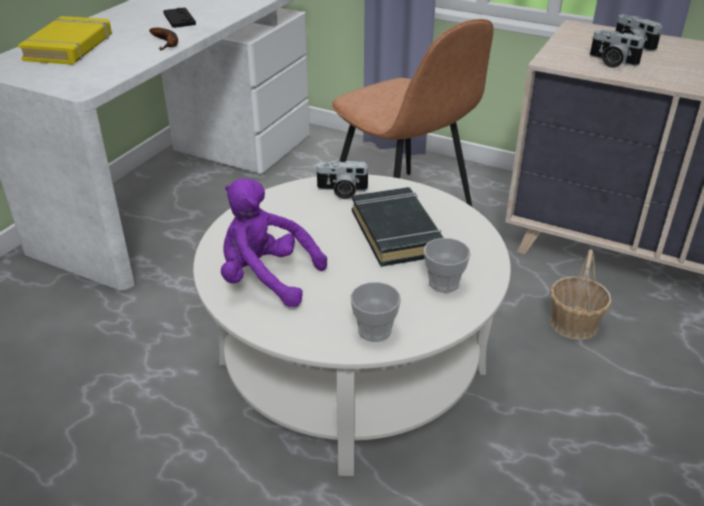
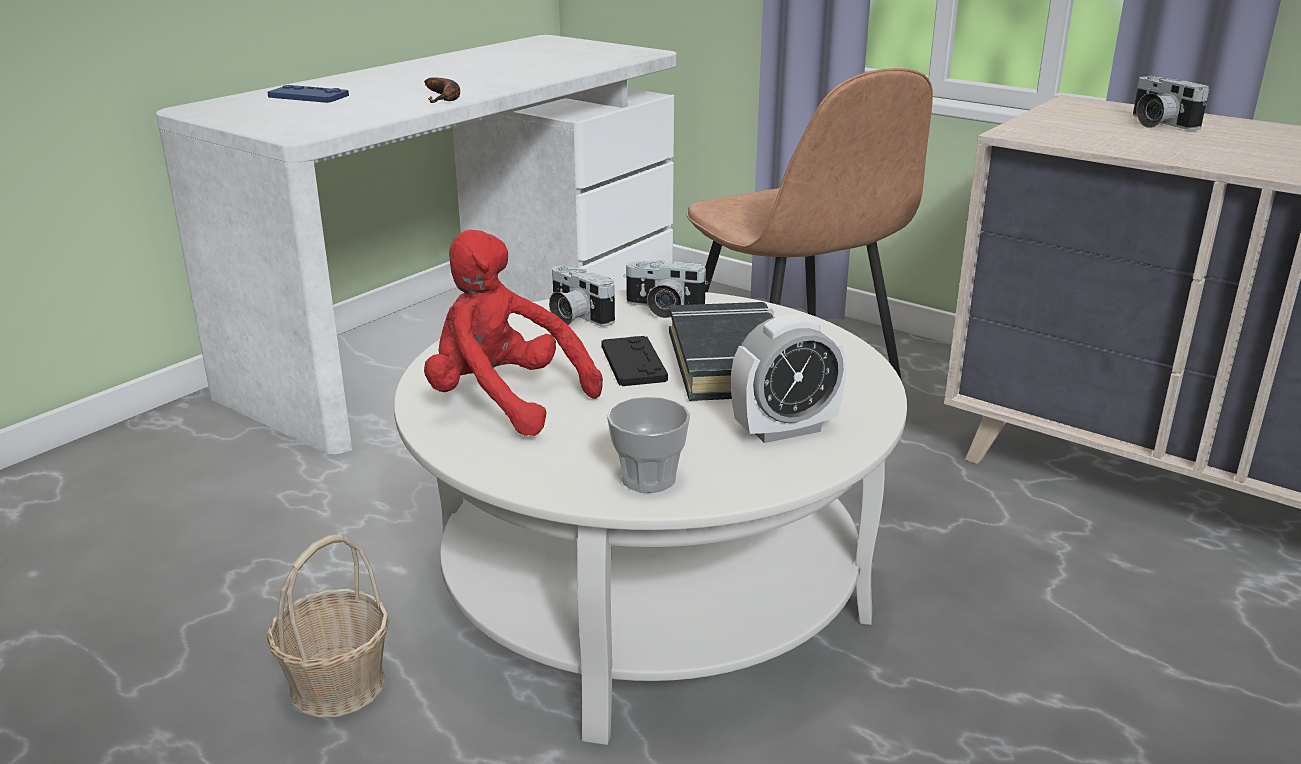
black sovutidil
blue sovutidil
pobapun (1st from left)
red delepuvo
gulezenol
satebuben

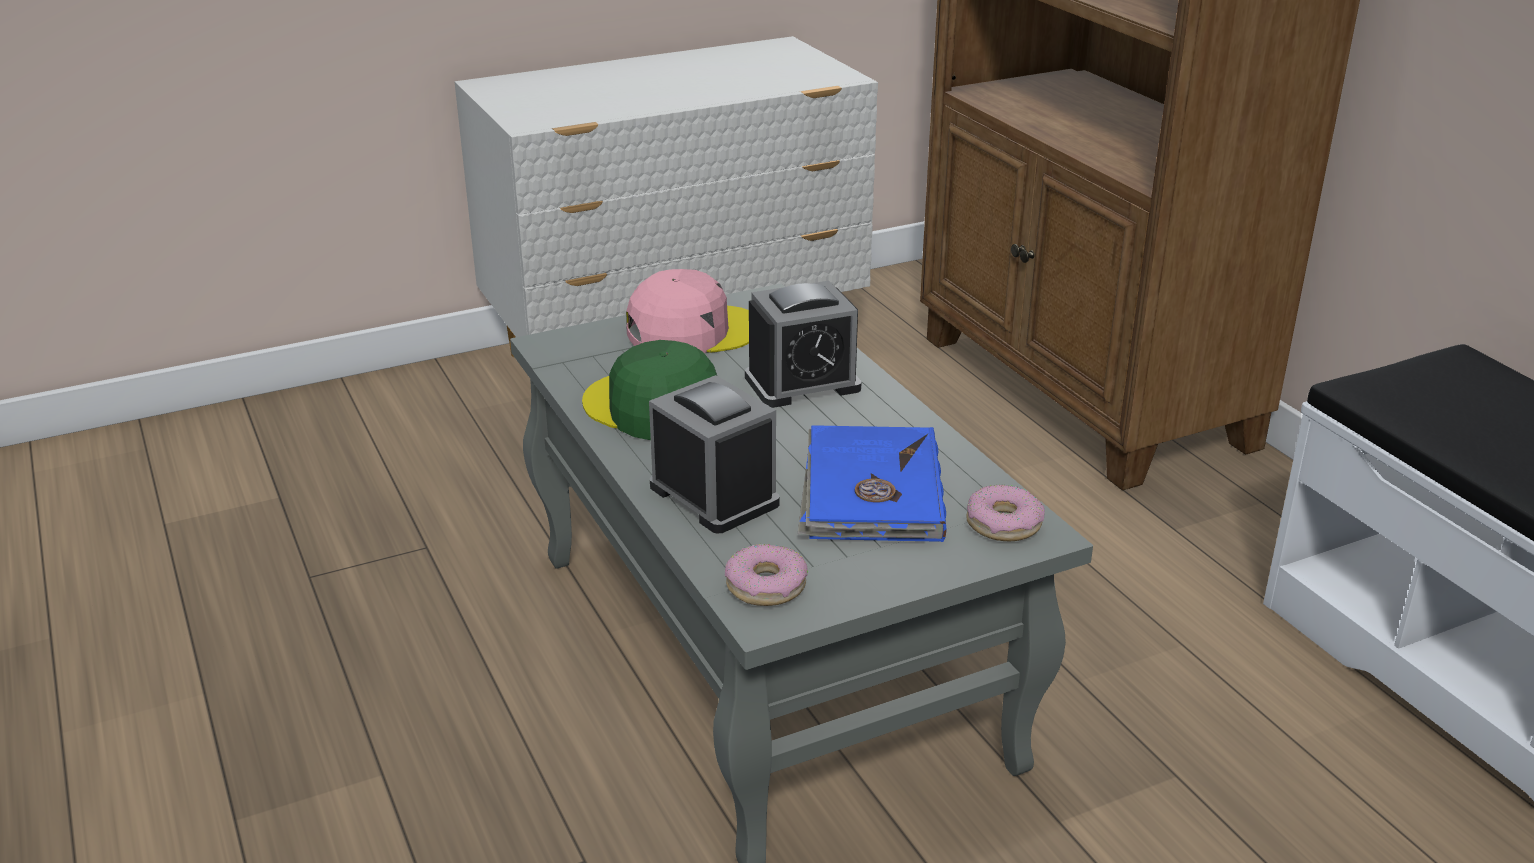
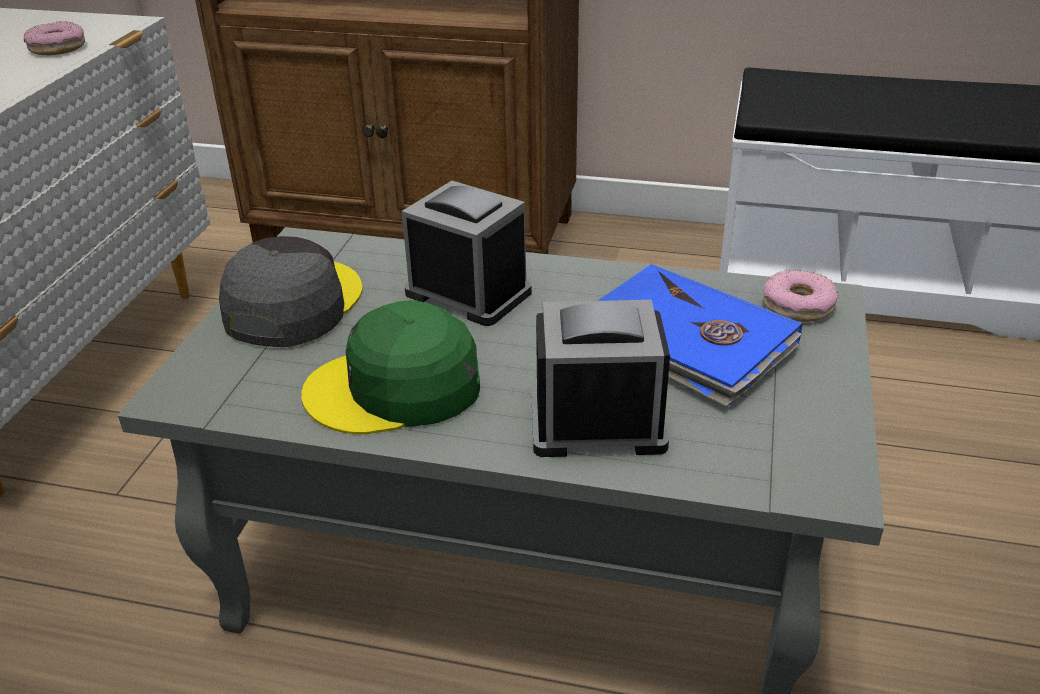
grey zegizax
gulezenol (1st from left)
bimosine (1st from left)

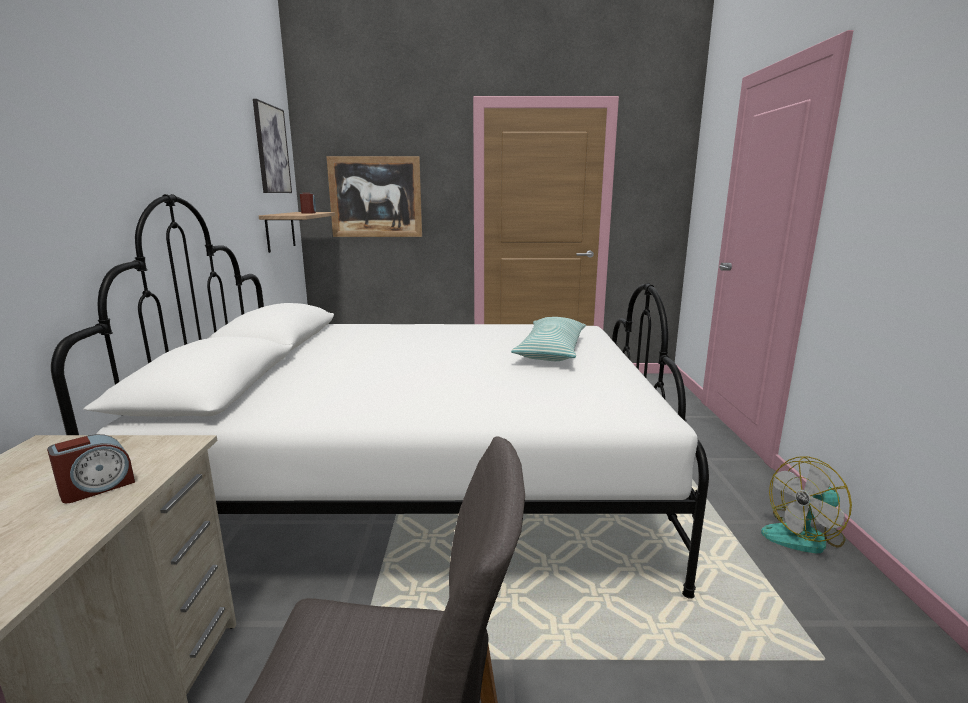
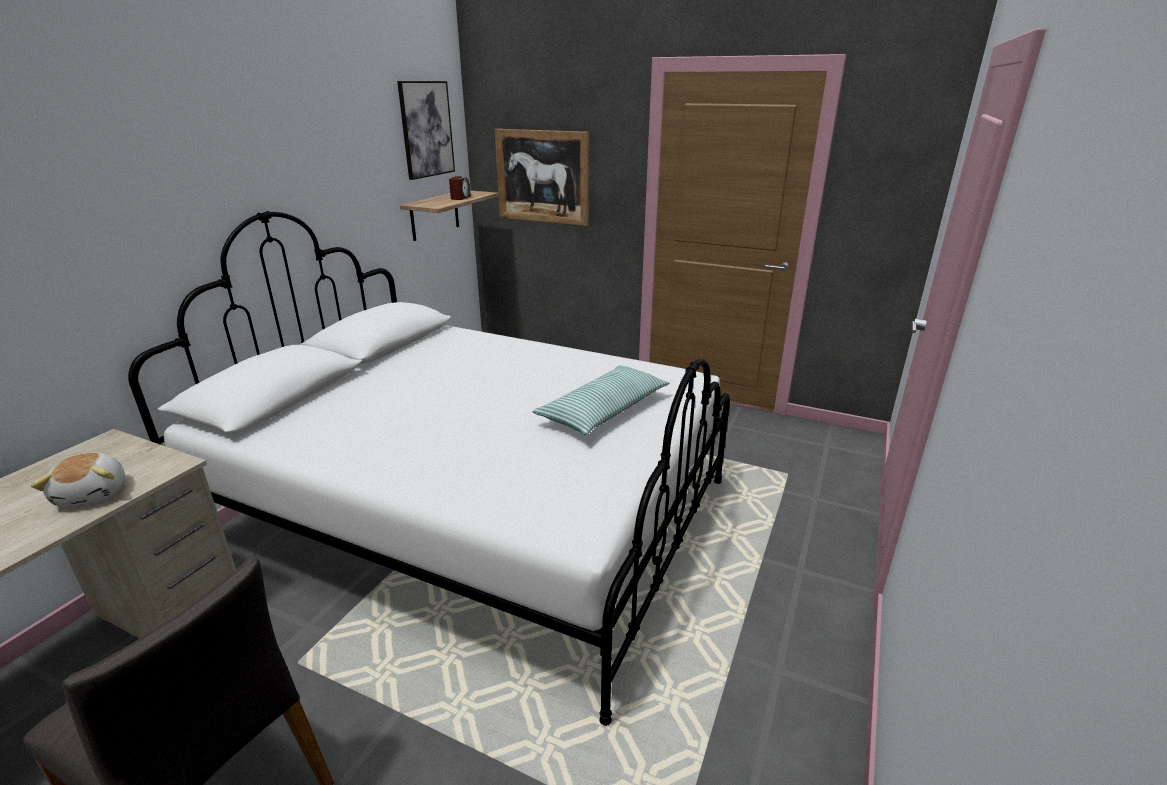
delepuvo
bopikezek

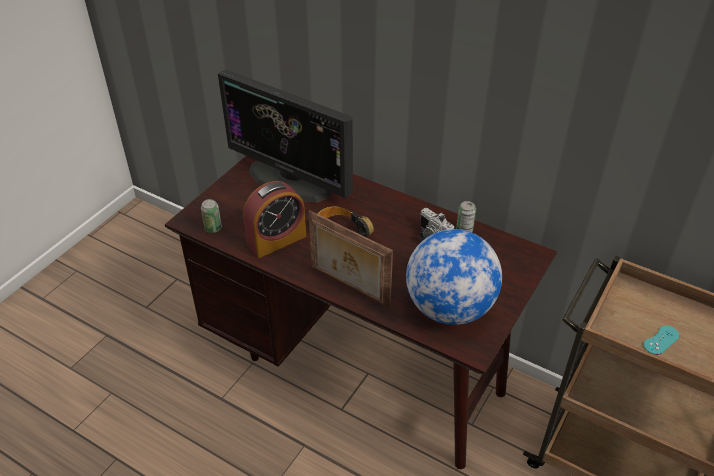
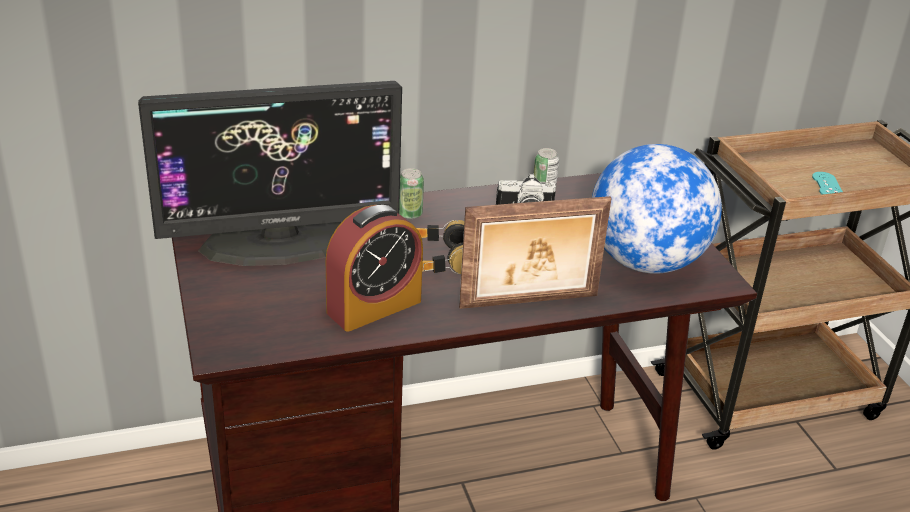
gulezenol
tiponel (1st from left)

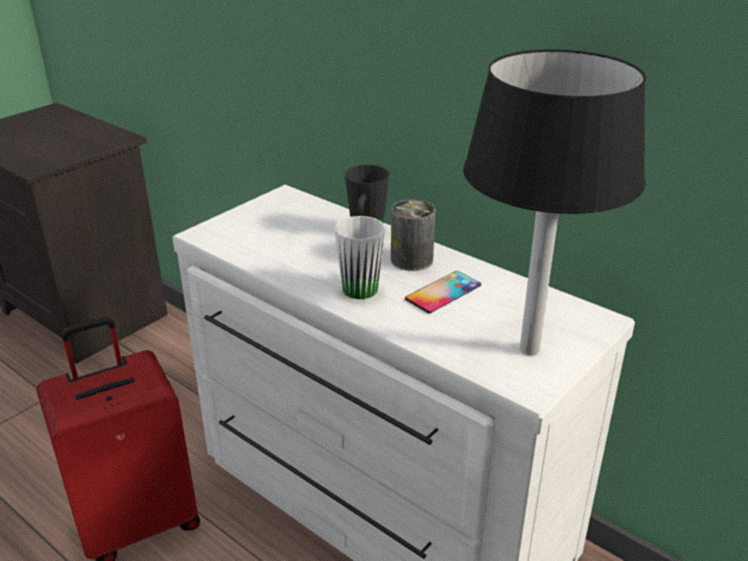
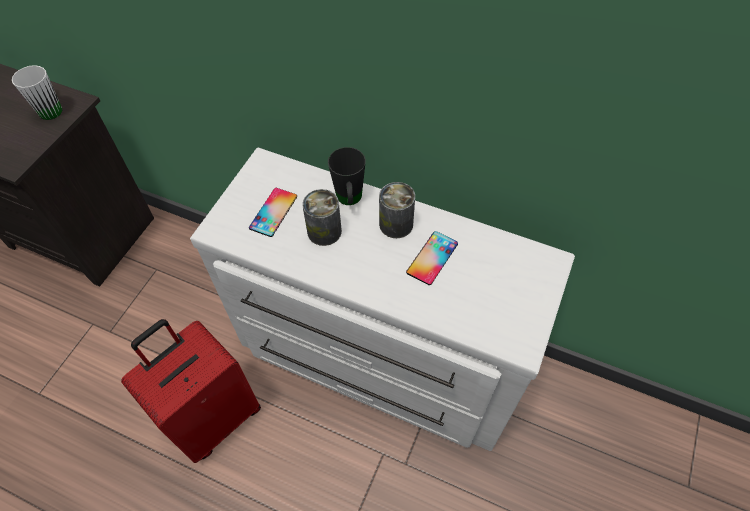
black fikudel
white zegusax
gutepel (1st from left)
tiponel (1st from left)

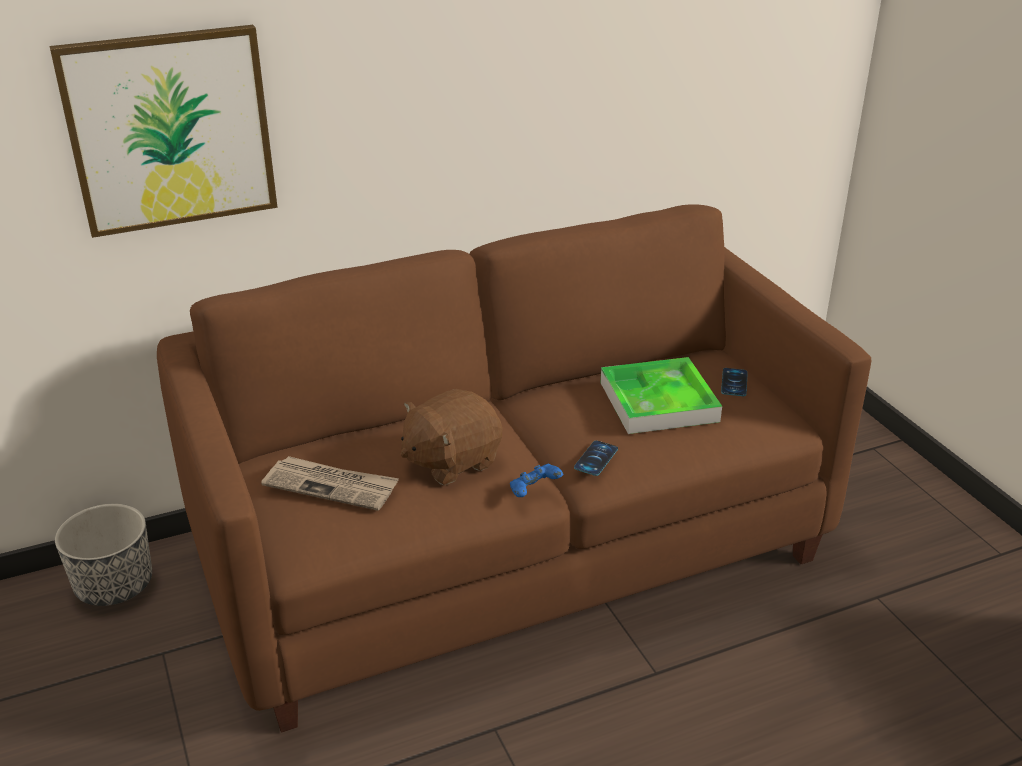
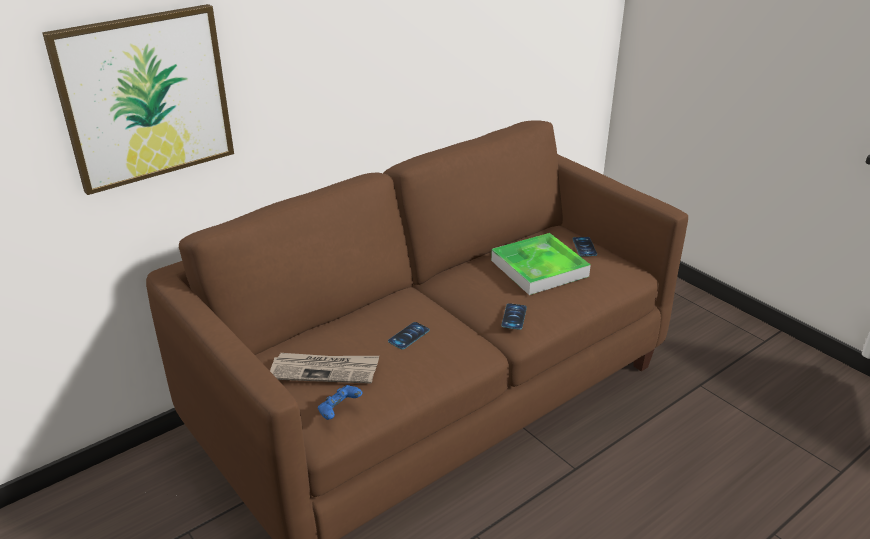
gutepel (1st from left)
blue sovutidil
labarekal

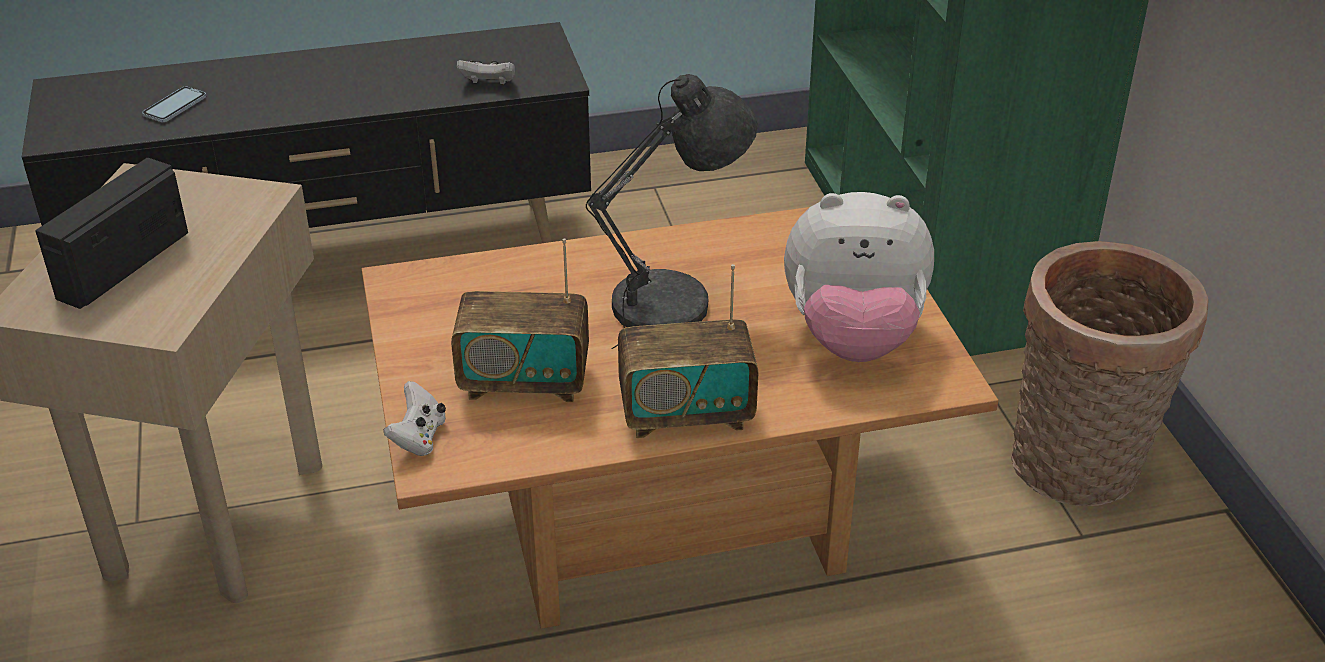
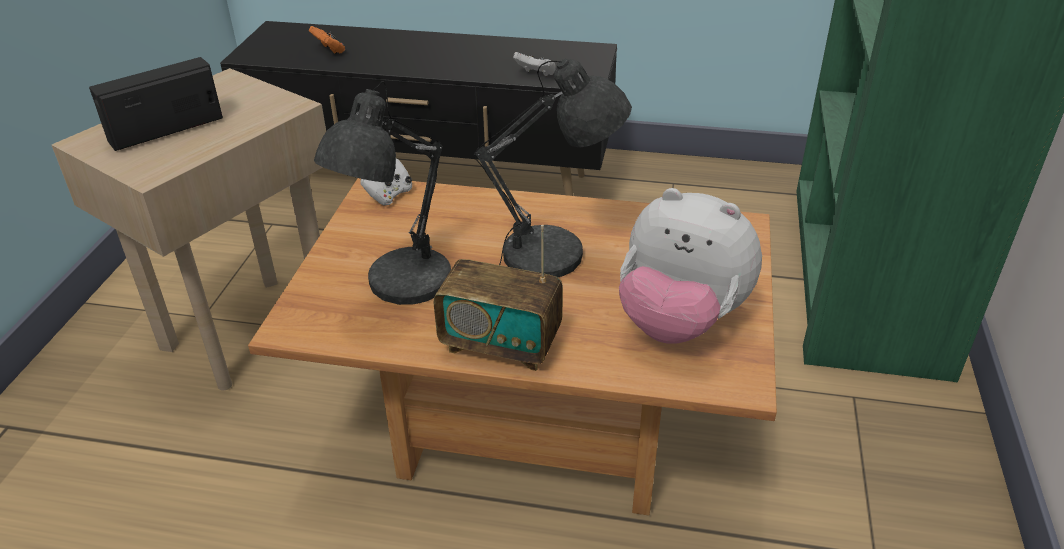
orange sovutidil
grey fikudel (1st from left)
satebuben
white sovutidil (1st from left)

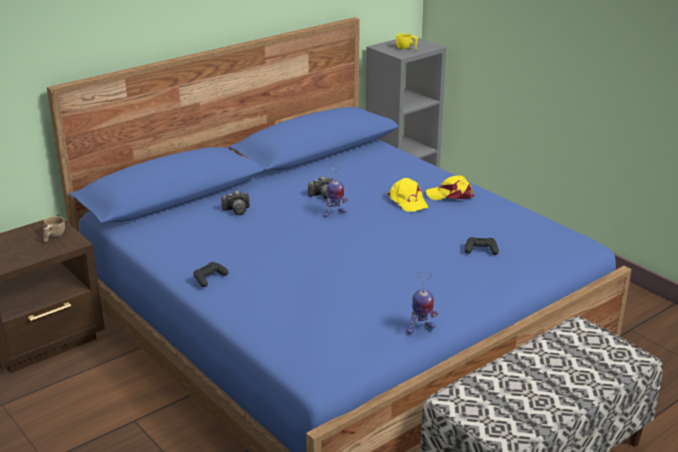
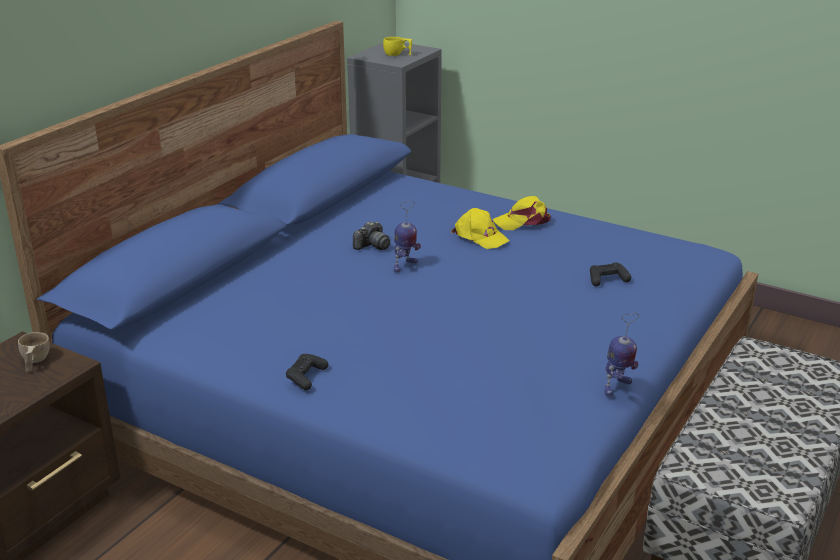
pobapun (1st from left in the first image)

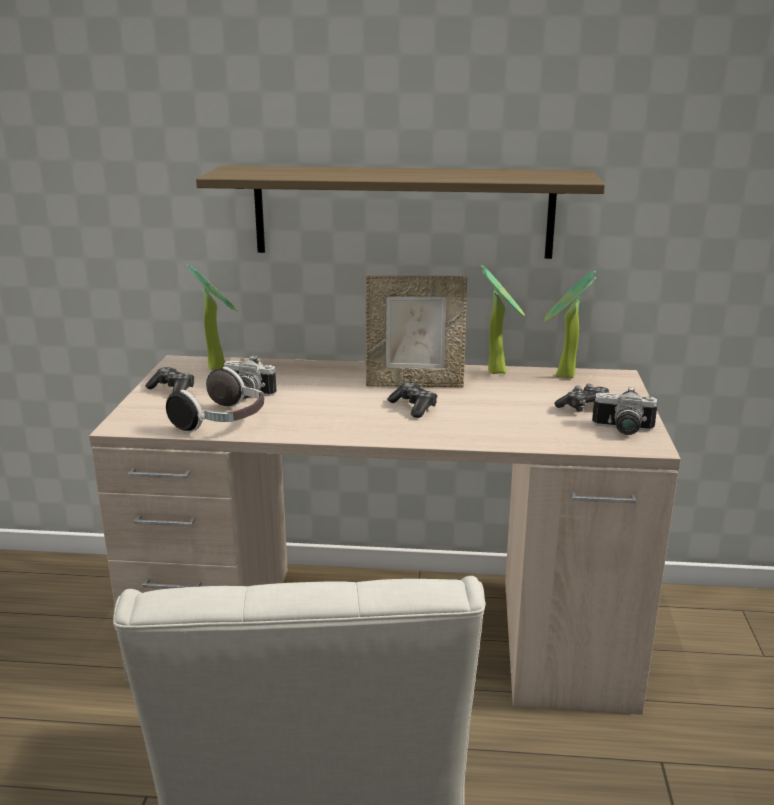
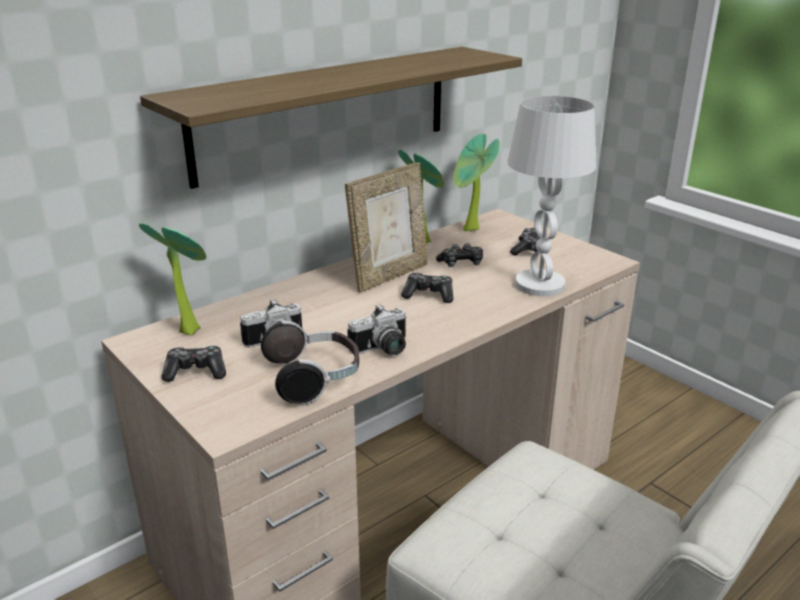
pobapun (2nd from left)
white fikudel
sovutidil (3rd from left)

